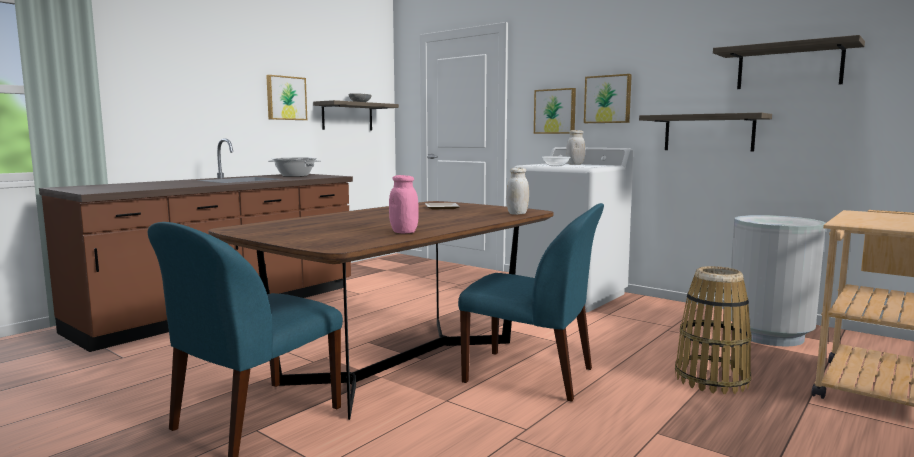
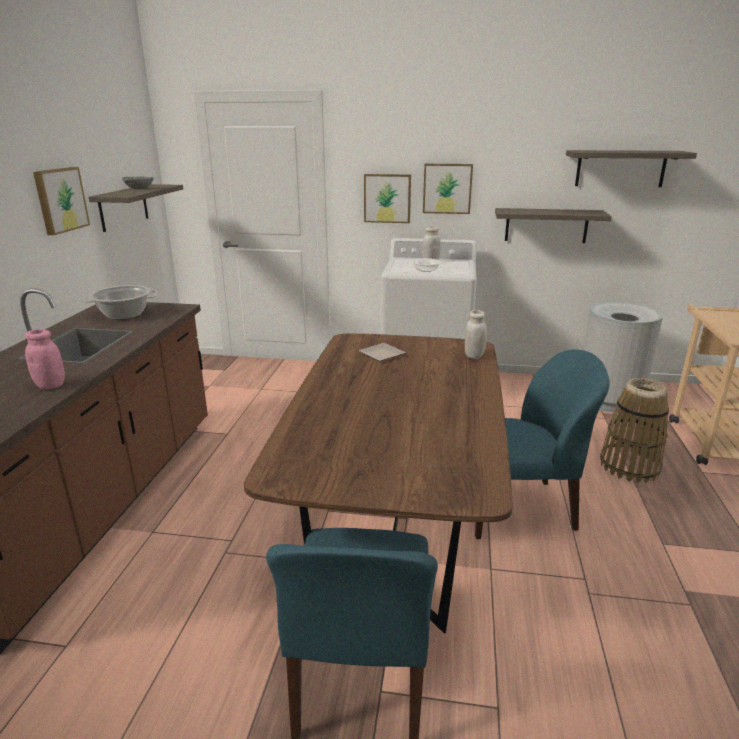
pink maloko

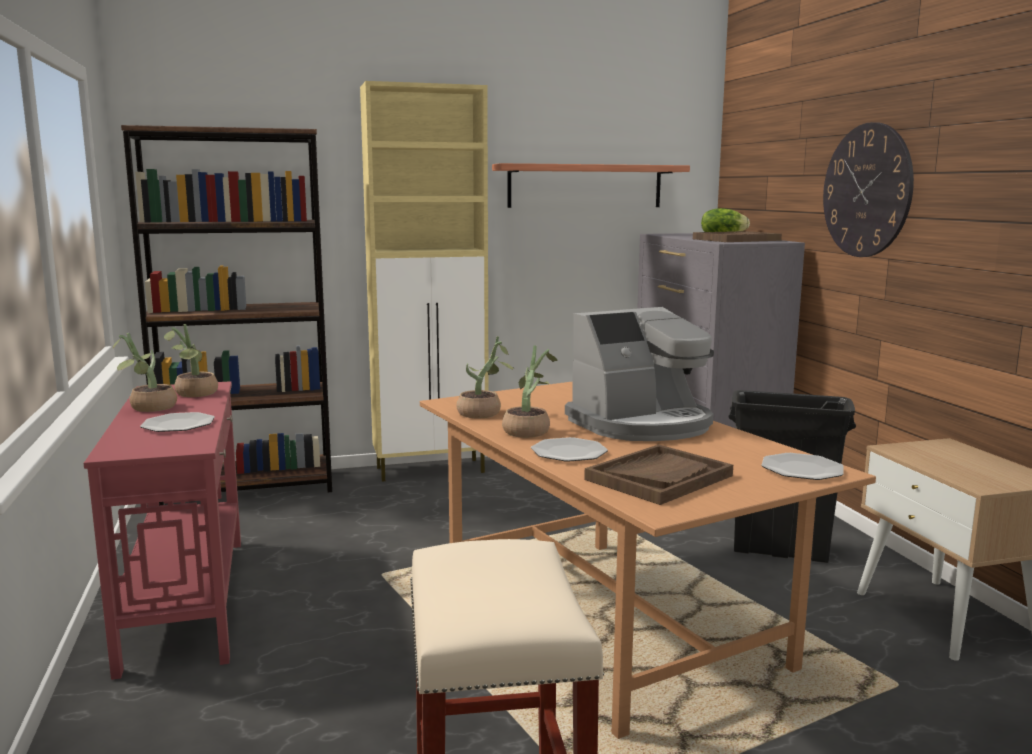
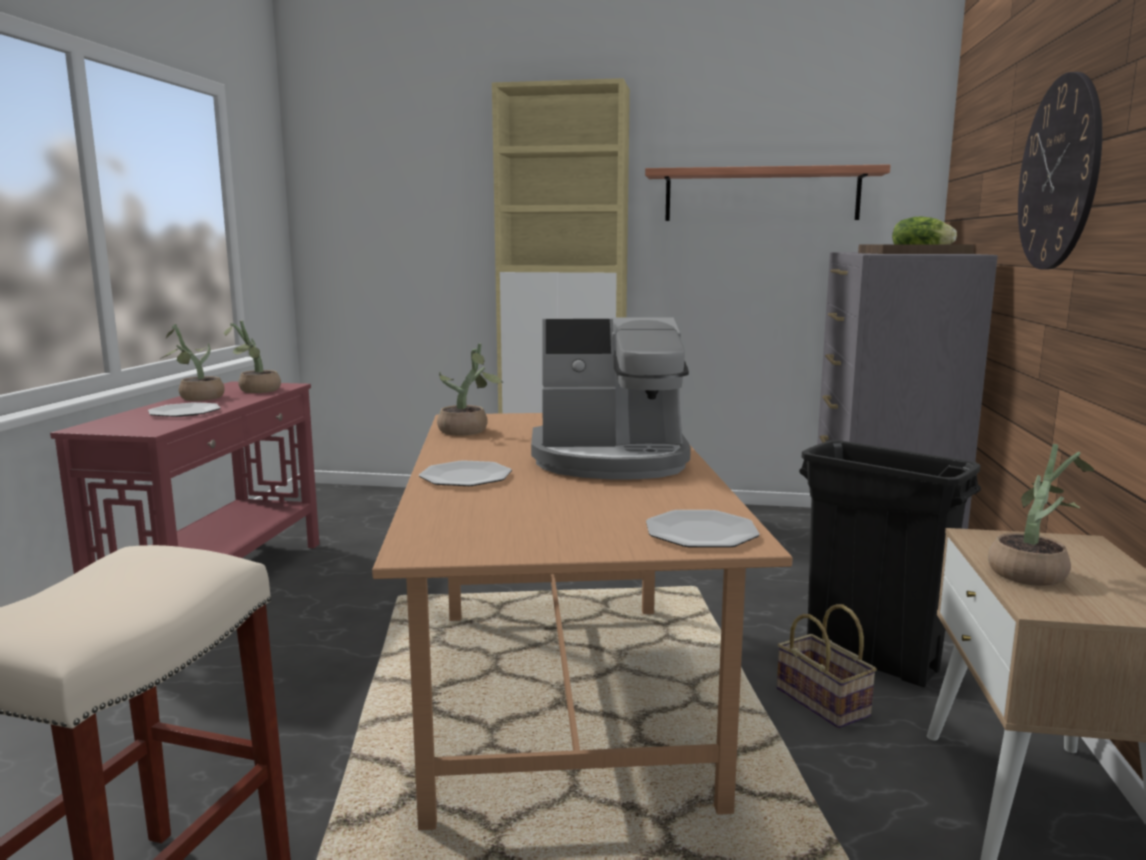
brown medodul
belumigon (4th from left)
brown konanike (1st from left in the first image)
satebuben

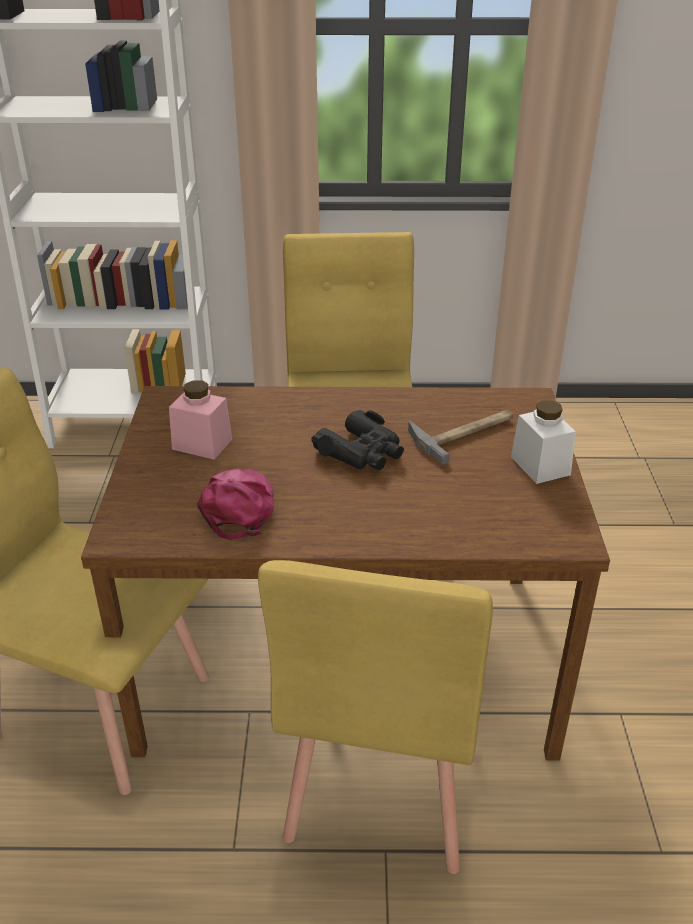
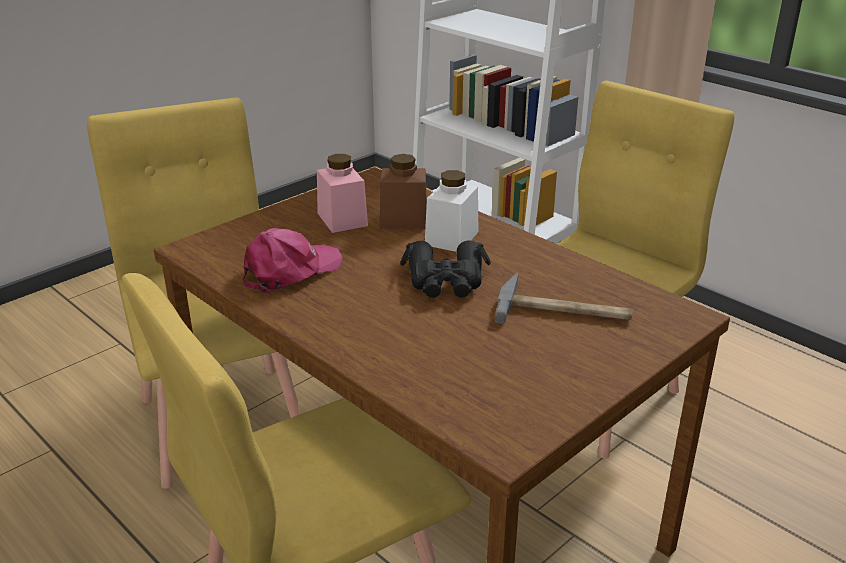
white maloko
brown maloko

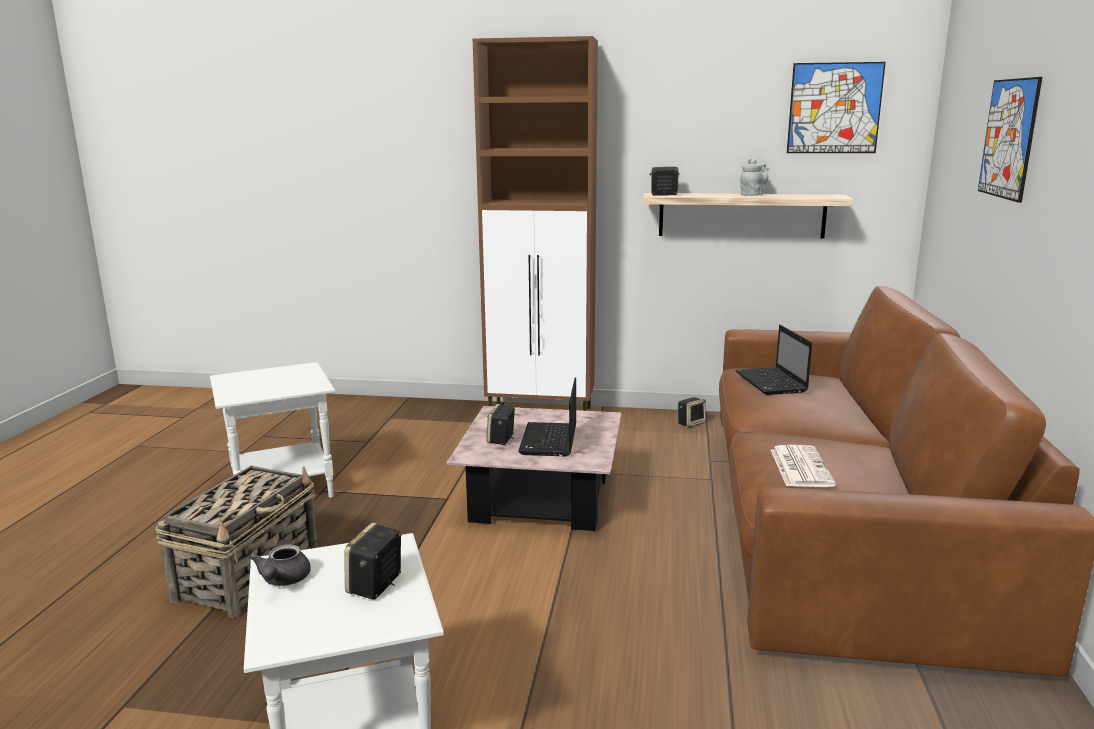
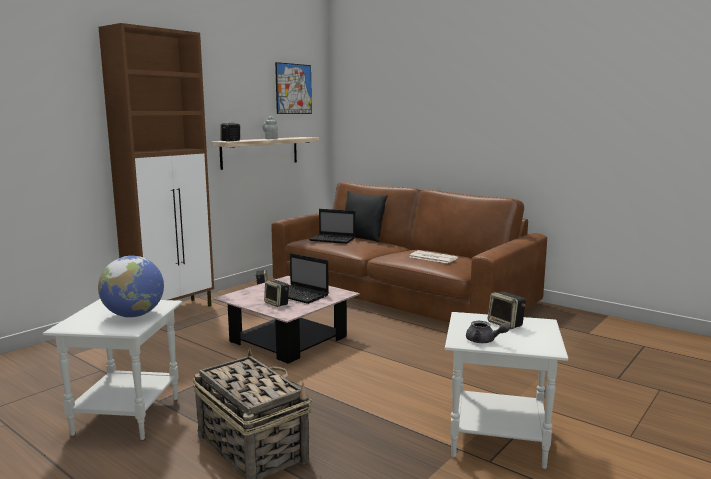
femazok (2nd from left in the first image)
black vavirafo
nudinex

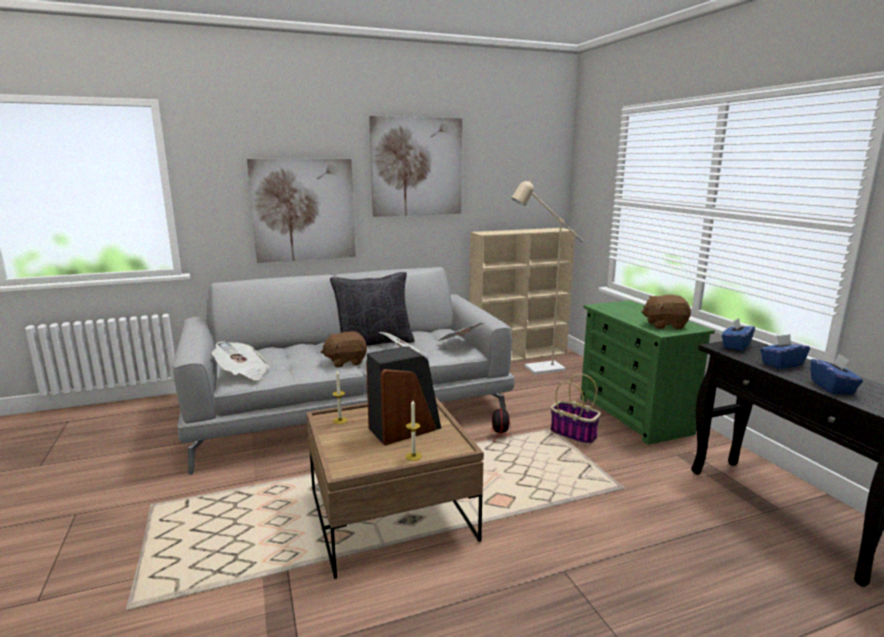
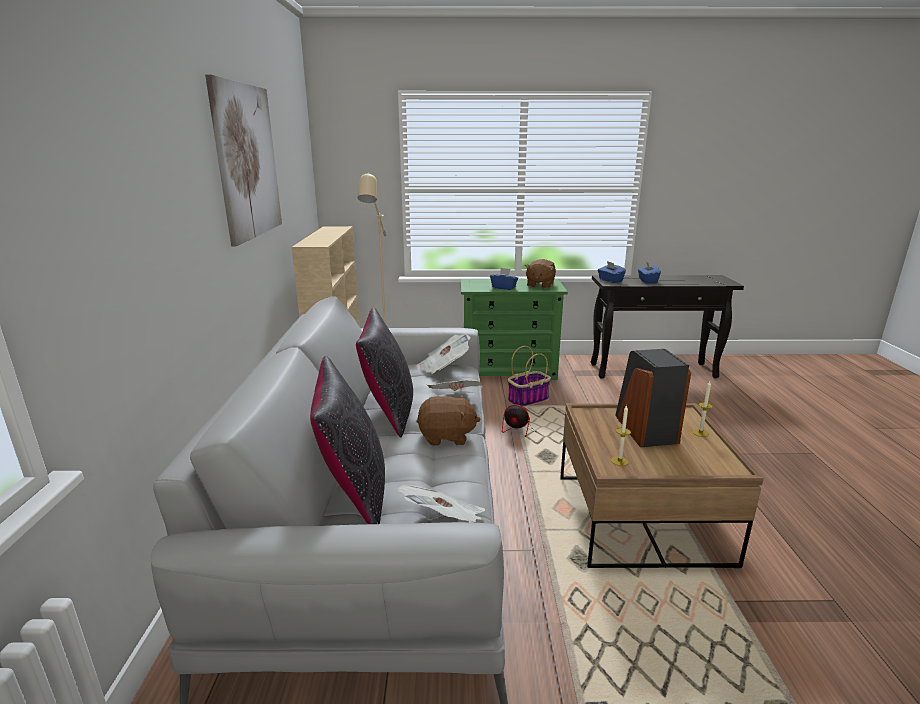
femazok (1st from left in the first image)
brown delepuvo (1st from left)
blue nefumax (1st from left)
black vavirafo (1st from left)

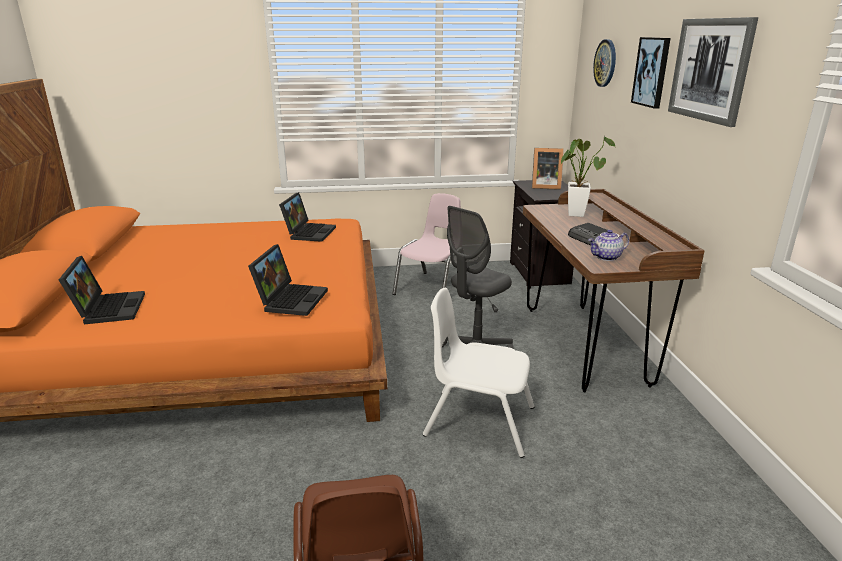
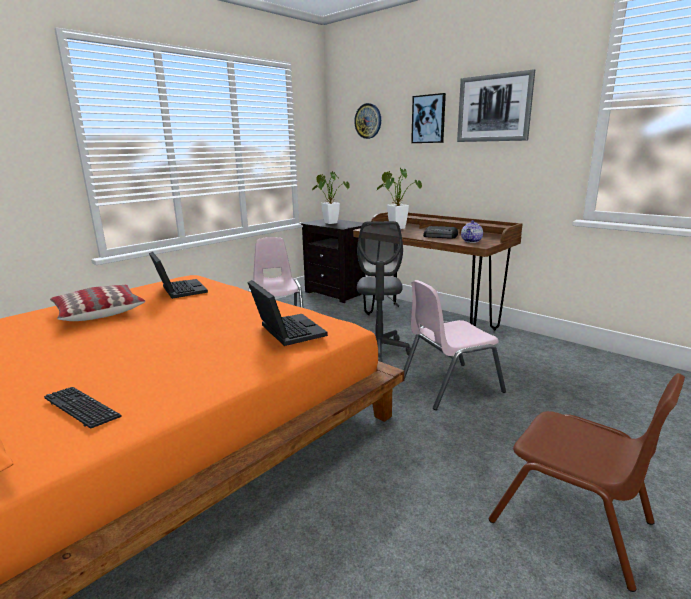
belumigon (1st from left)
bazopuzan
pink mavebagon (2nd from left)
vavirafo

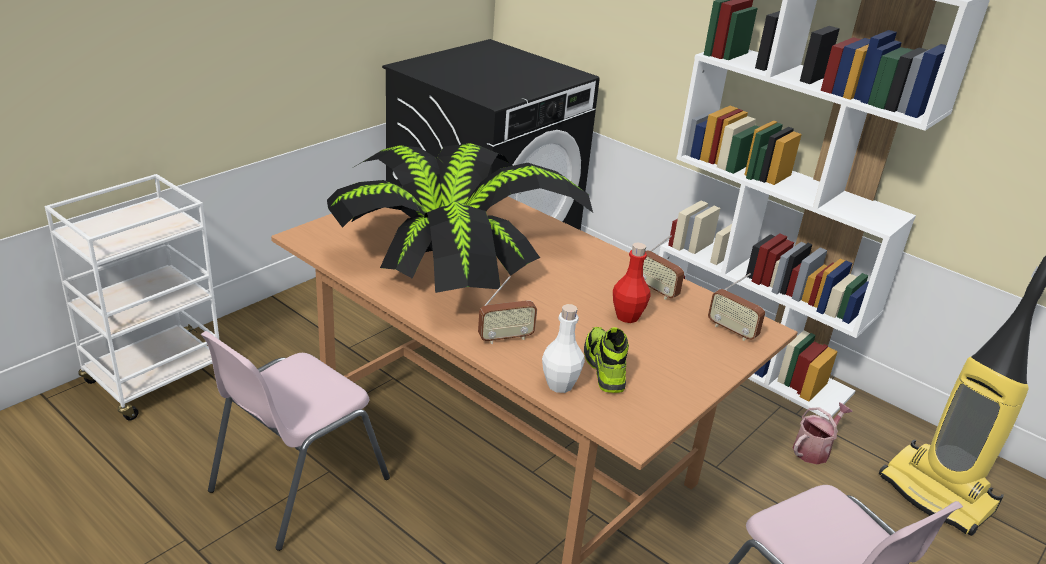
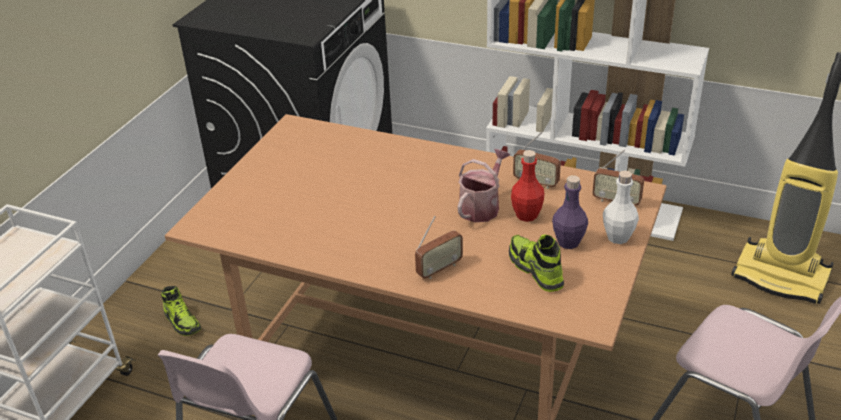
belumigon
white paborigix
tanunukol
purple paborigix
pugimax (1st from left)

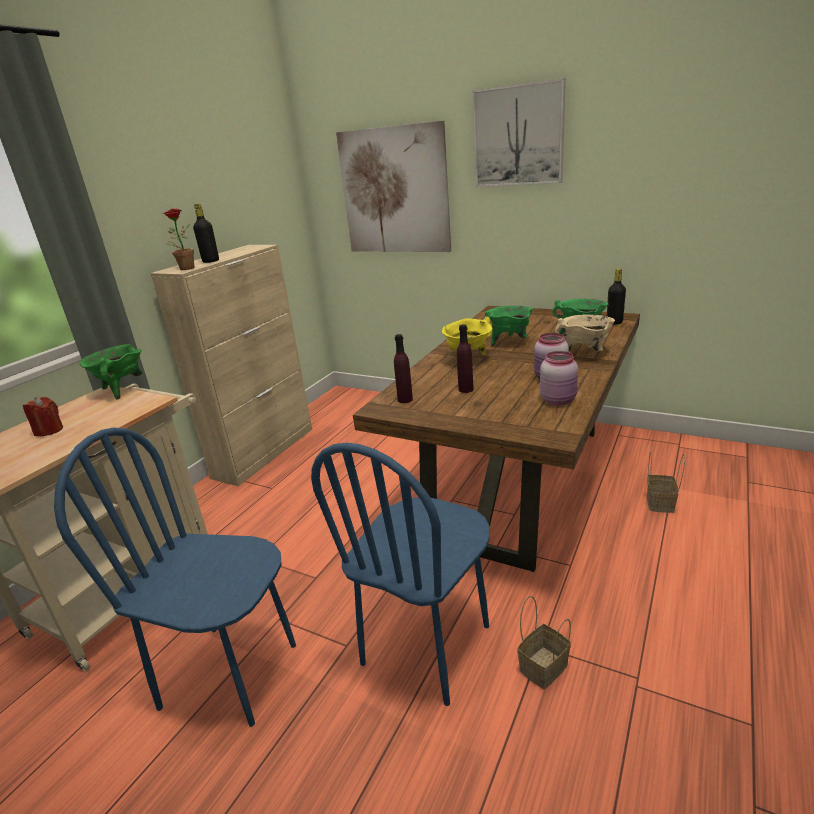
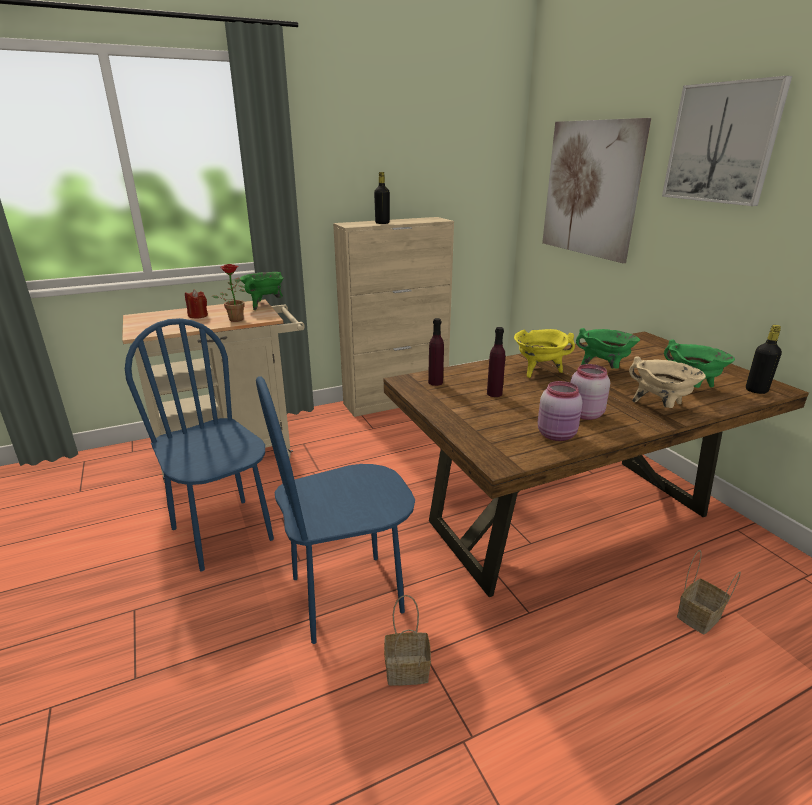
belumigon

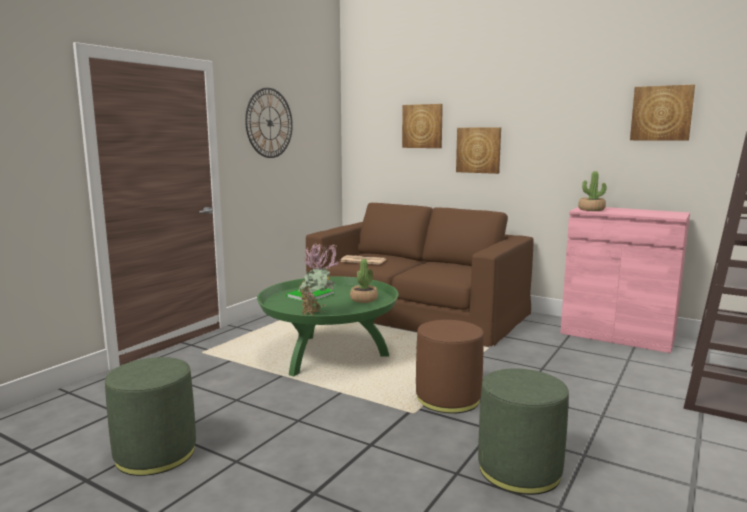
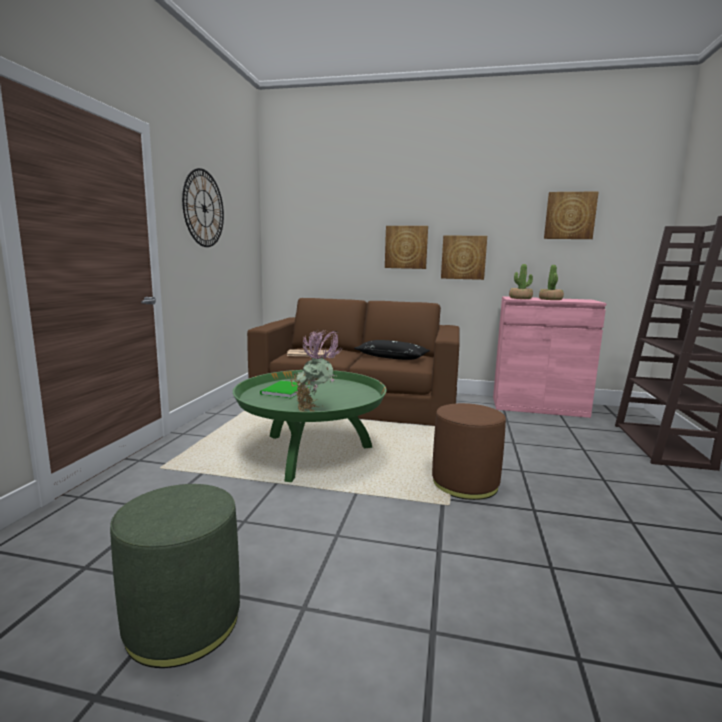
femazok (2nd from left)
belumigon (3rd from left)
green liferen (2nd from left in the first image)
black vavirafo

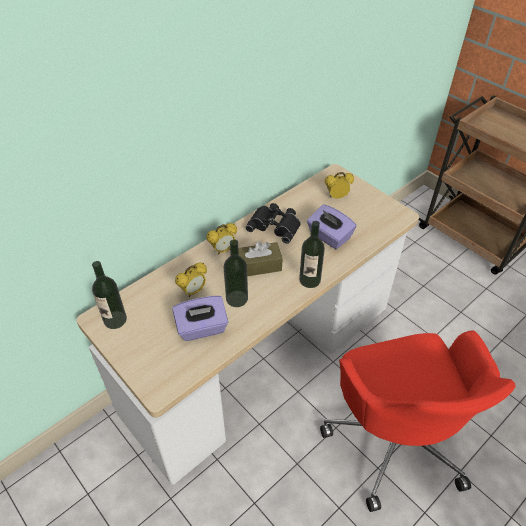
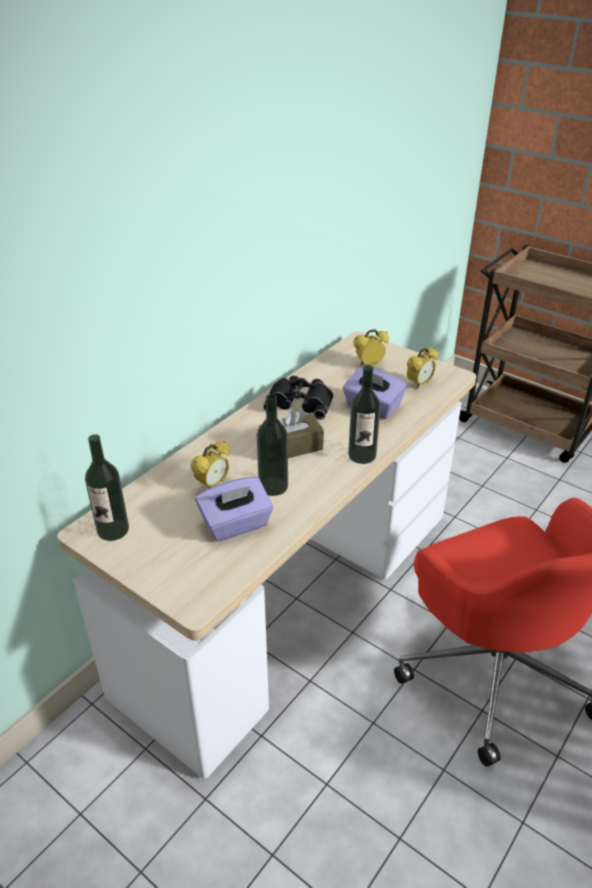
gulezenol (3rd from left)

